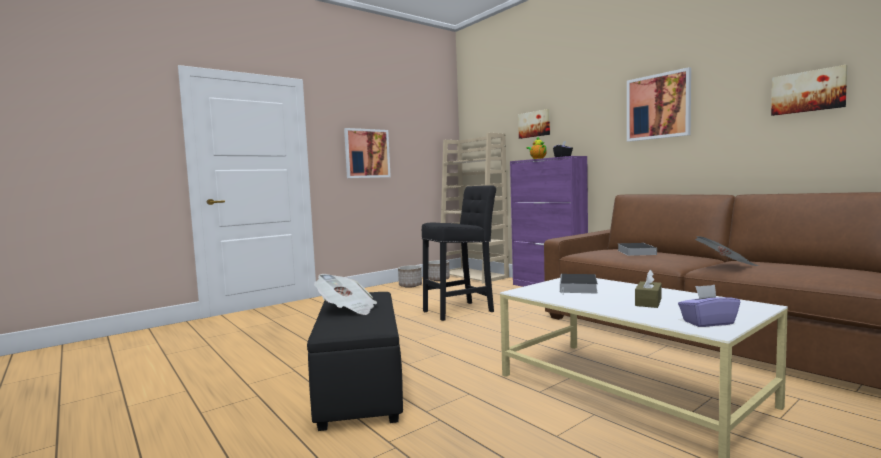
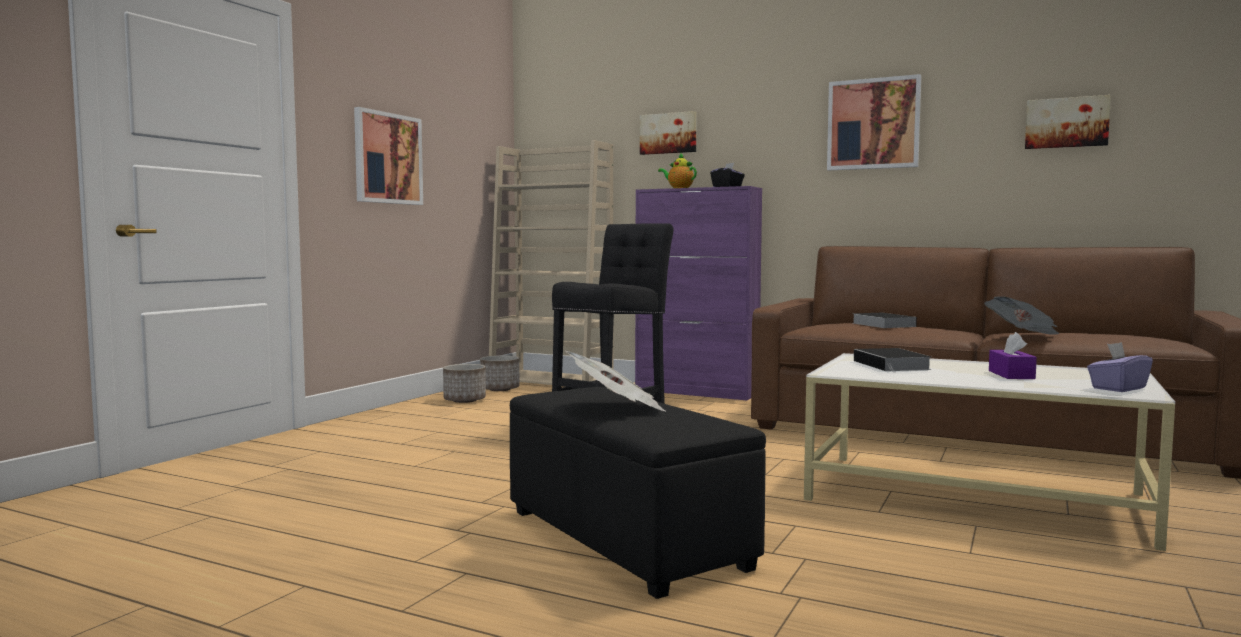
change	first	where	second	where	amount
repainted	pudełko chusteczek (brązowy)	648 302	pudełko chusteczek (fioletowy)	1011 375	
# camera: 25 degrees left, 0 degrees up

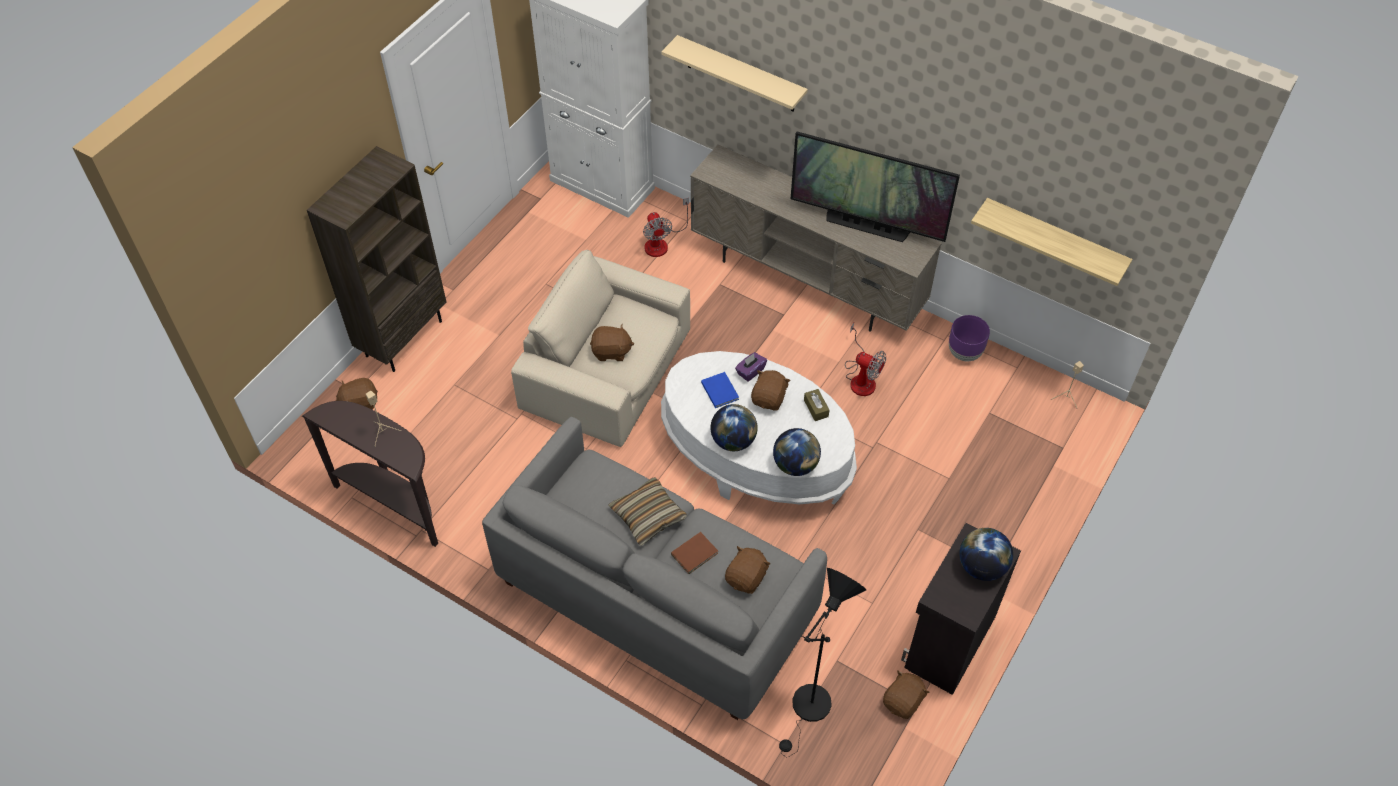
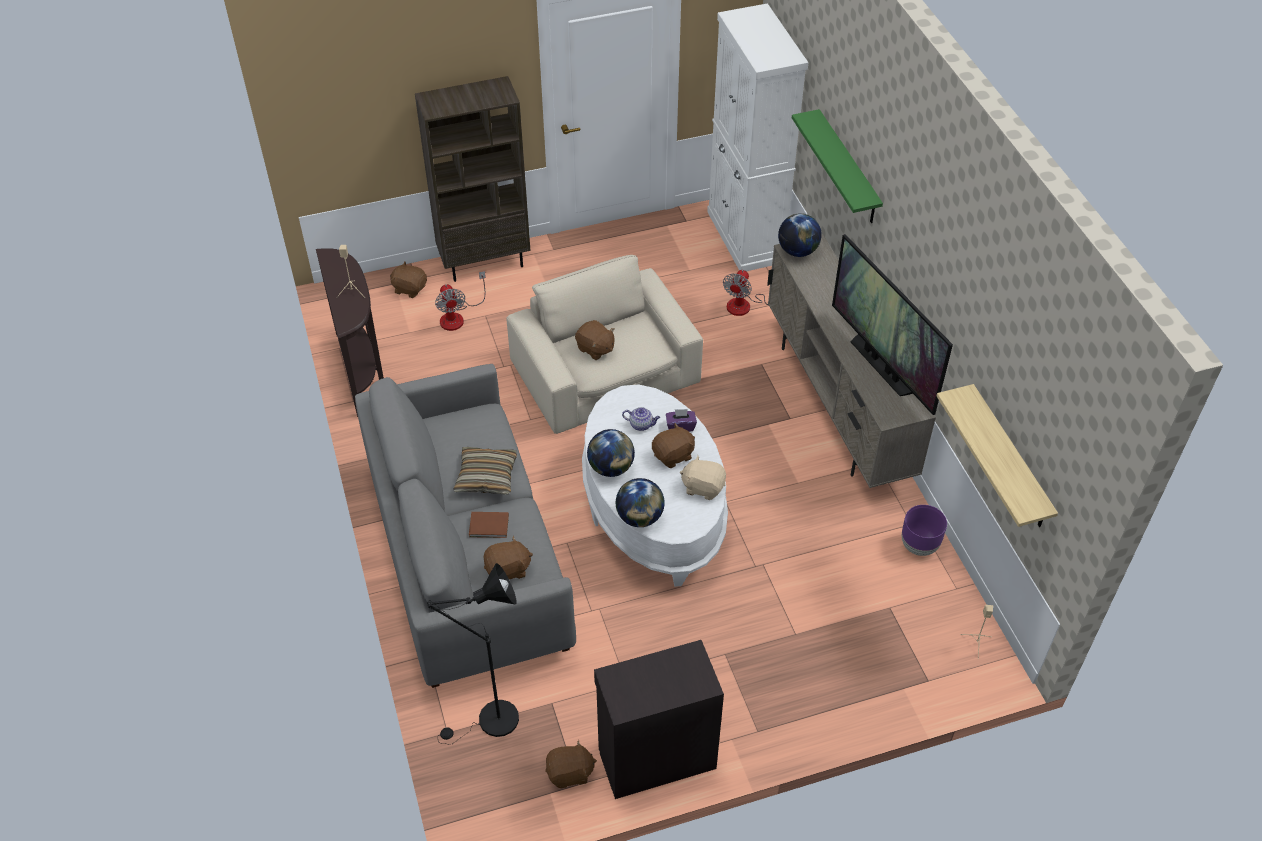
change	first	where	second	where	amount
shifted	wentylator	861 378		457 316	
swapped	książka (niebieski)	720 390	imbryk	641 425	
swapped	pudełko chusteczek (brązowy)	816 408	pluszak (beżowy)	703 487	
shifted	globus	981 567		797 251	
repainted	półka (beżowy)	741 75	półka (zielony)	848 168	
# camera: 40 degrees right, 5 degrees down

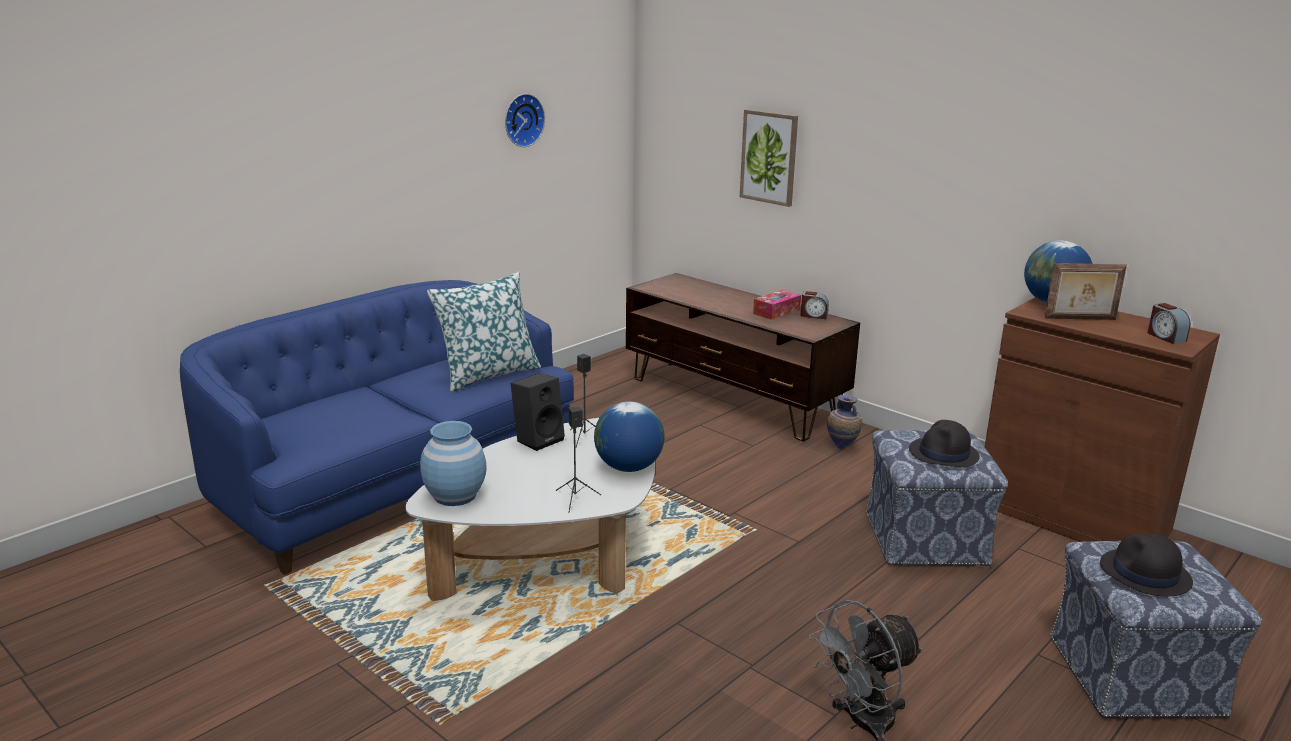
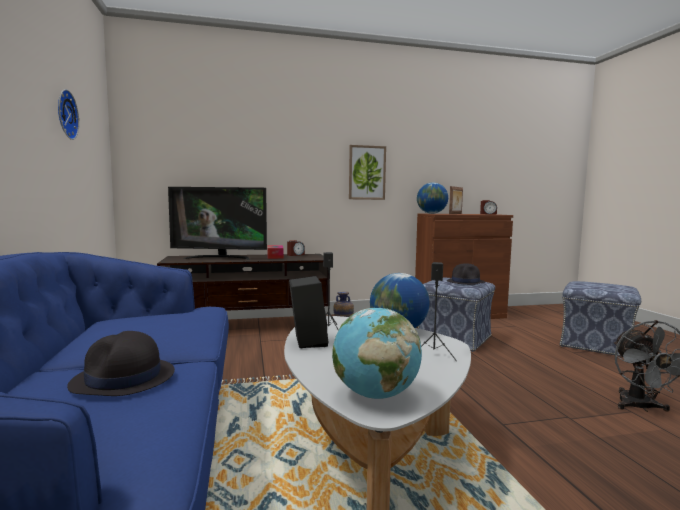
change	first	where	second	where	amount
shifted	kapelusz (czarny)	1145 574		123 379	
new			telewizor	220 258	
swapped	wazon (niebieski)	455 496	globus	375 395	
shifted	obraz	769 157		367 172	
gone	poduszka	487 374			
# camera: 55 degrees left, 15 degrees down

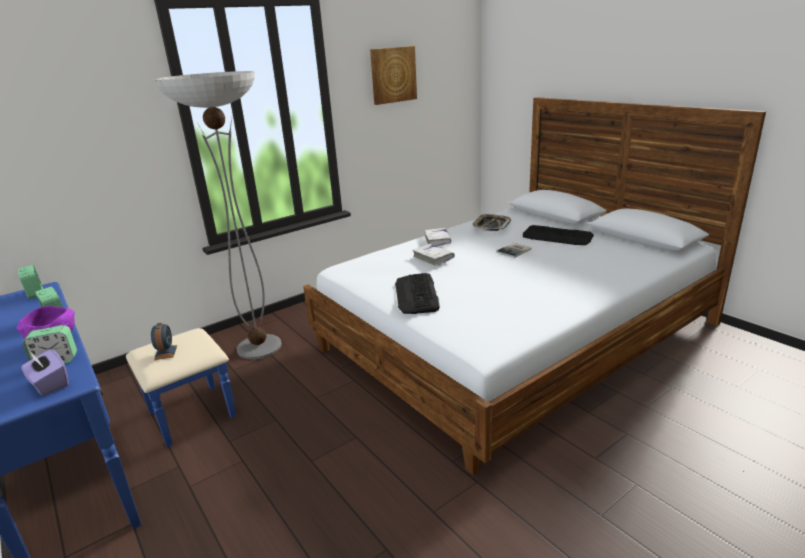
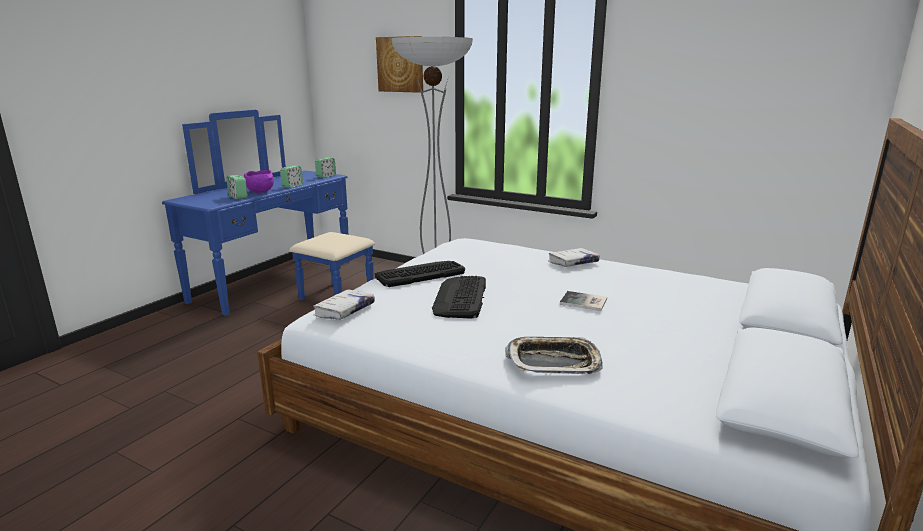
change	first	where	second	where	amount
shifted	książka (biały)	433 258		344 310	
shifted	obraz	393 75		400 64	
shifted	klawiatura	557 236		460 298	
shifted	taca	491 226		553 361	
gone	pudełko chusteczek (fioletowy)	50 384			
gone	budzik	166 352			
# camera: 65 degrees right, 5 degrees down

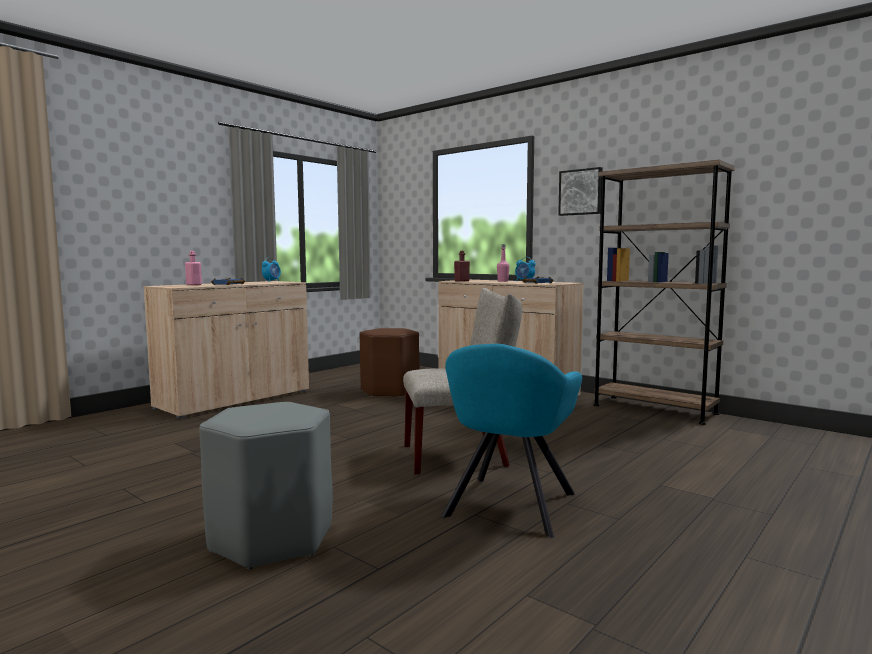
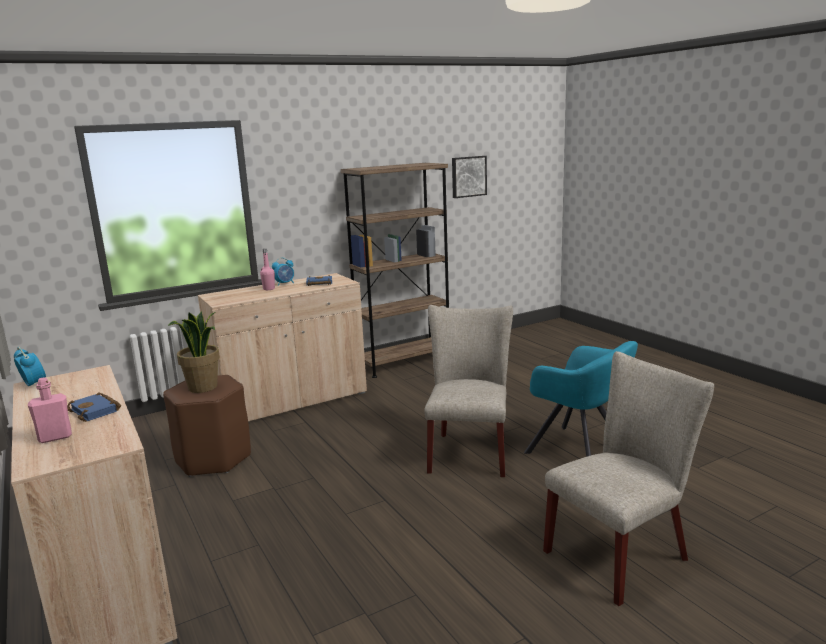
change	first	where	second	where	amount
new			roślina doniczkowa	203 387	
shifted	obraz	581 192		468 176	
swapped	stołek (szary)	271 539	krzesło (beżowy)	622 552	
gone	butelka (czerwony)	461 281			
# camera: 70 degrees left, 10 degrees up

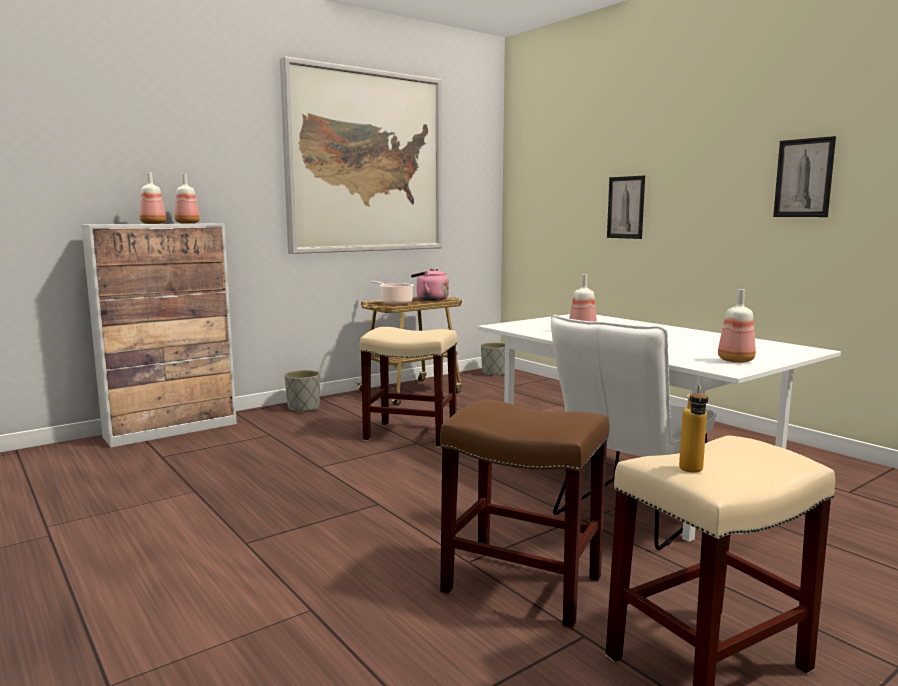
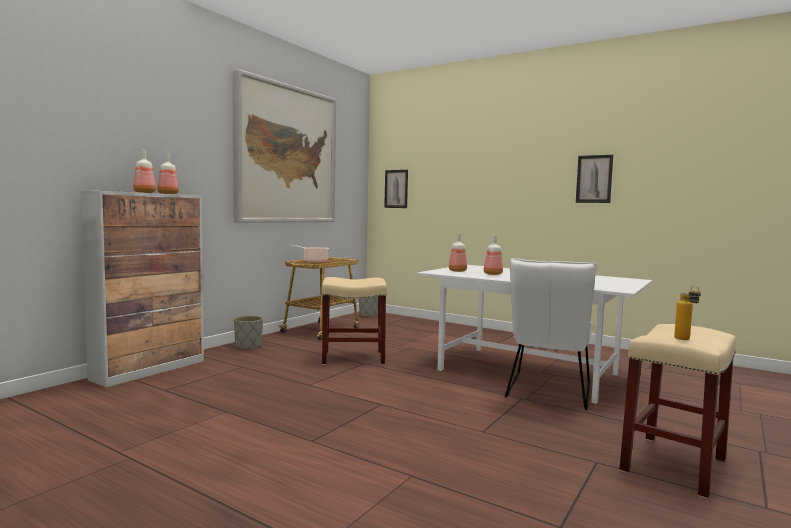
change	first	where	second	where	amount
shifted	obraz	626 207		396 189	
shifted	butelka	736 360		457 271	
gone	czajnik (różowy)	430 299			
gone	stołek (brązowy)	520 584			
# camera: 20 degrees left, 5 degrees down

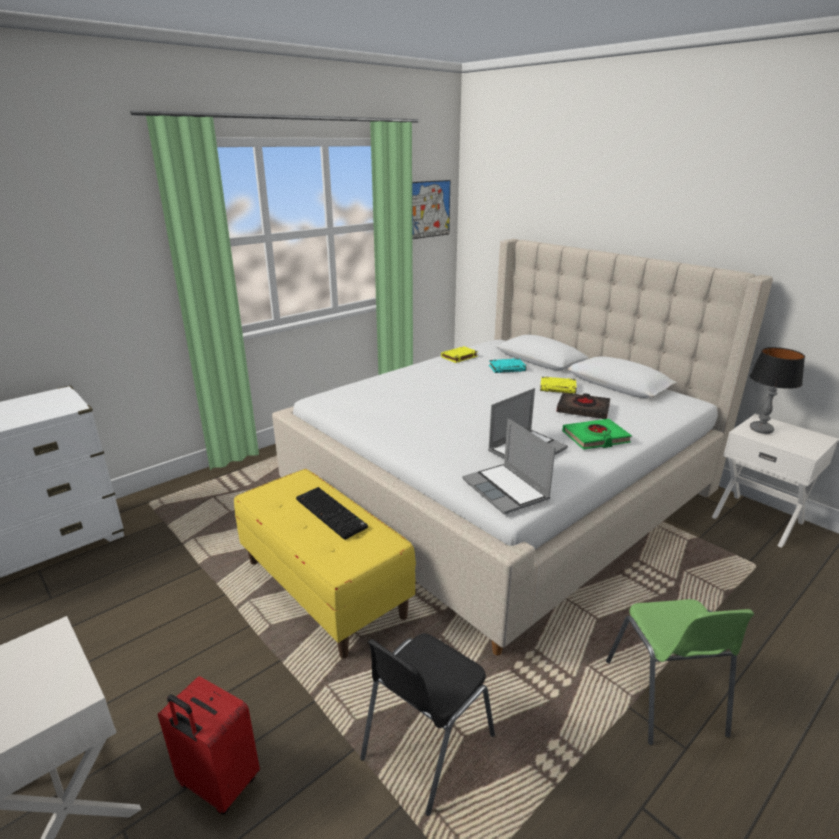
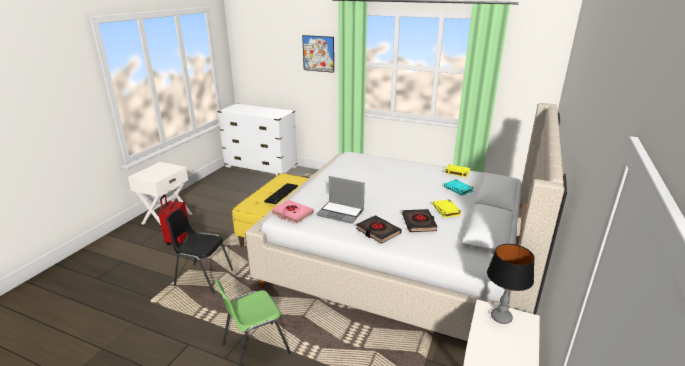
change	first	where	second	where	amount
swapped	laptop	506 490	książka (różowy)	292 214	
shifted	obraz	430 209		318 53	
repainted	książka (zielony)	595 438	książka (czarny)	378 231	
# camera: 65 degrees right, 0 degrees up

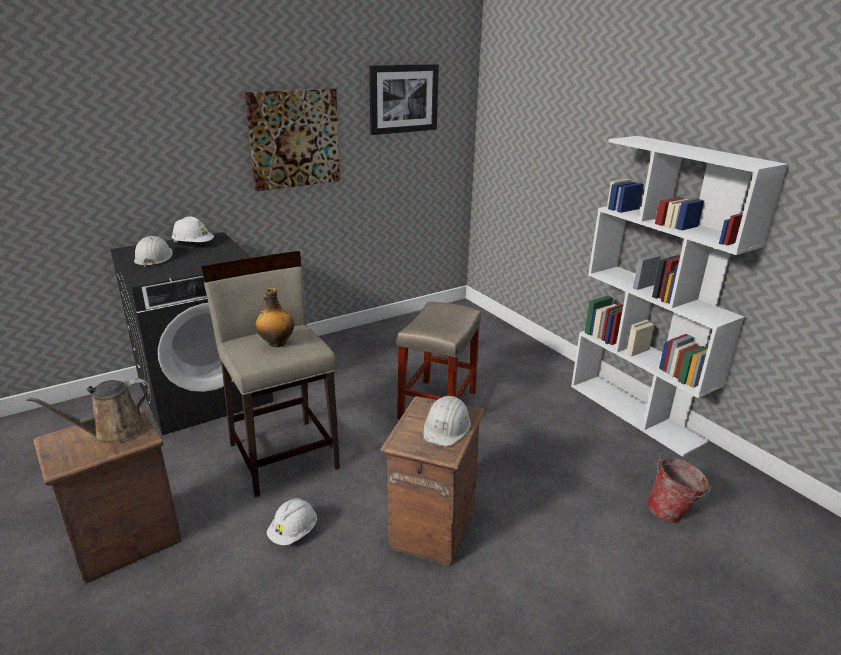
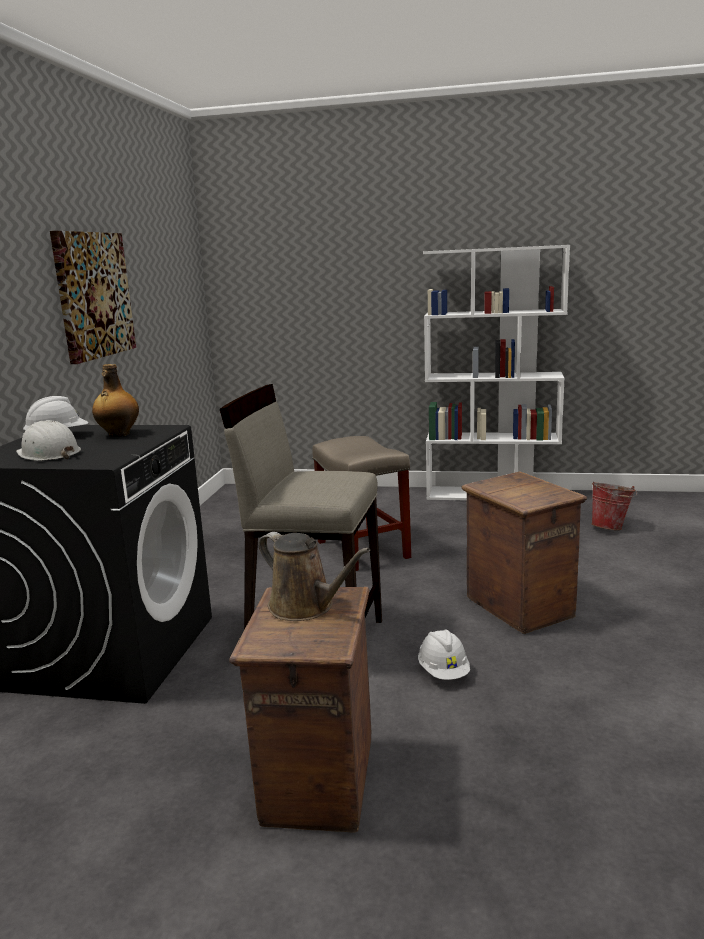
change	first	where	second	where	amount
shifted	butelka	276 343		118 434	
rotated	konewka (brązowy)	113 432		306 607	60 degrees counterclockwise
gone	obraz	403 98			
gone	kask (biały)	447 427			
# camera: 45 degrees left, 10 degrees down

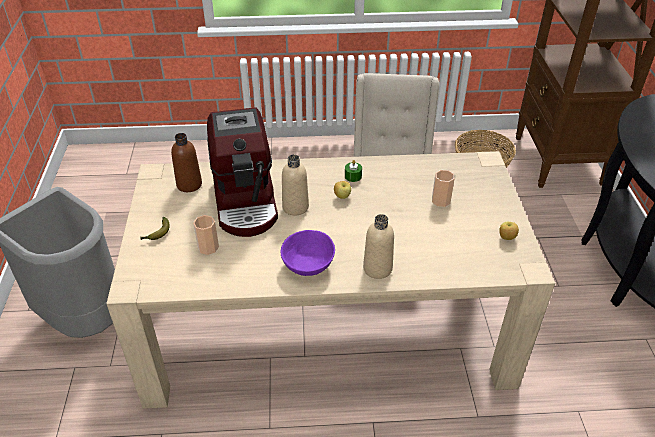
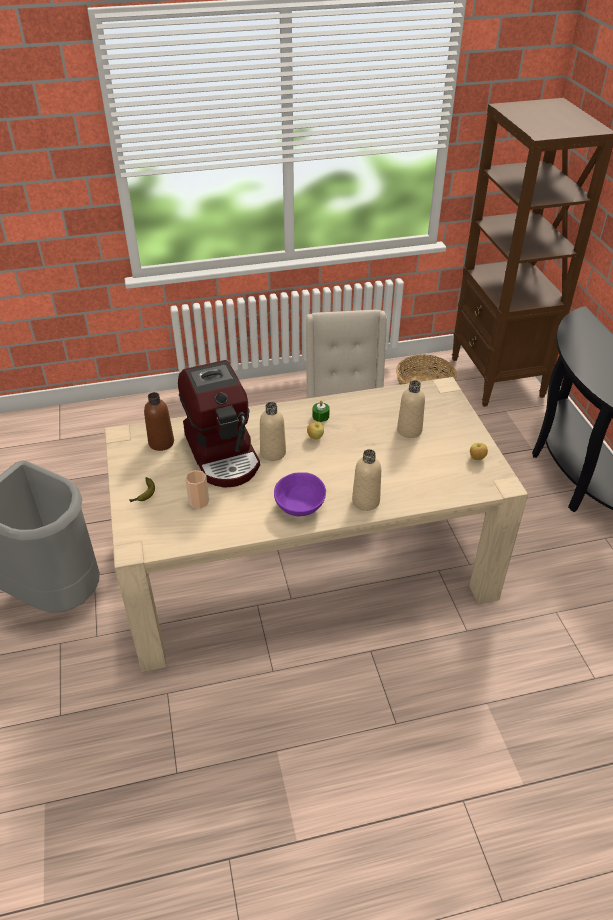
change	first	where	second	where	amount
swapped	filiżanka	441 200	butelka (beżowy)	409 430	
# camera: 10 degrees left, 0 degrees up

